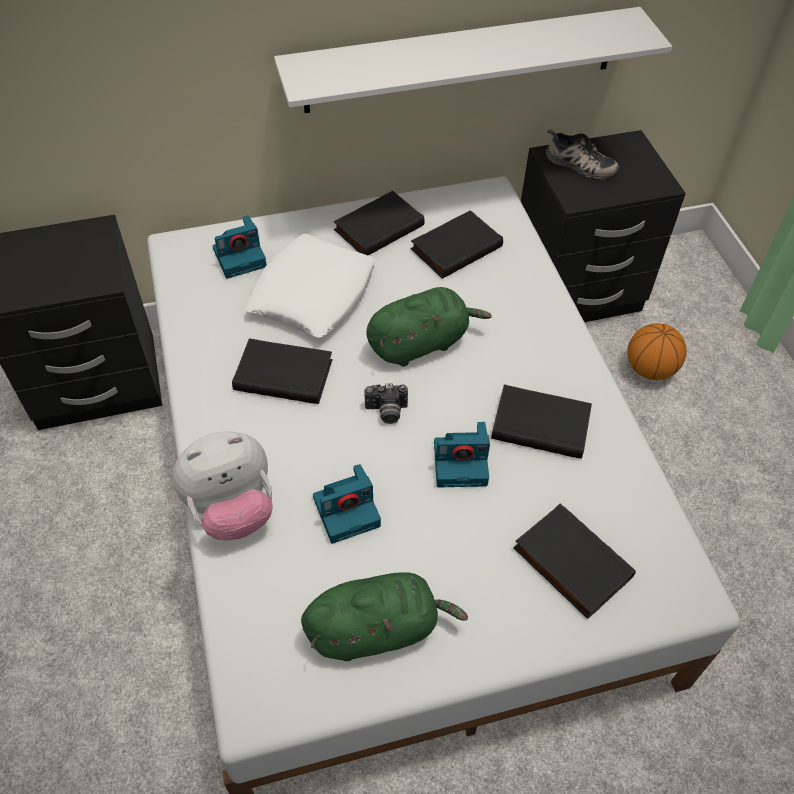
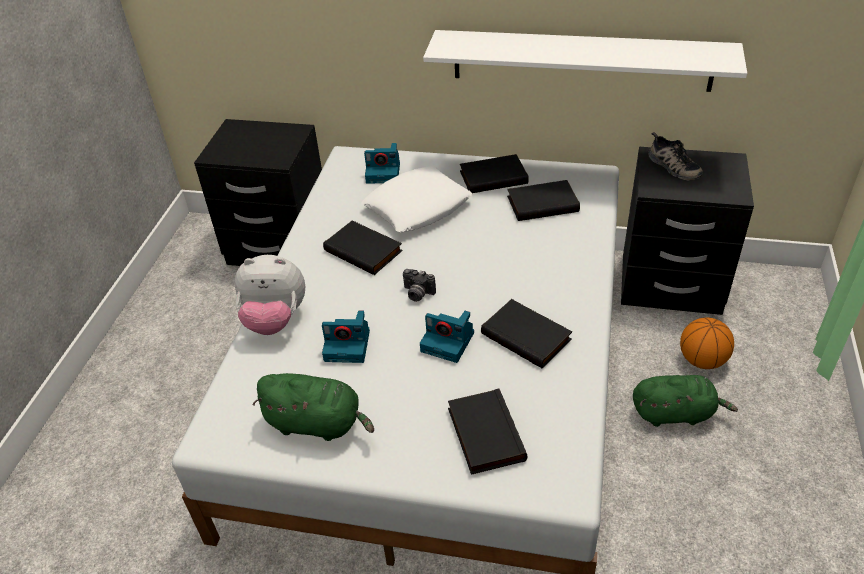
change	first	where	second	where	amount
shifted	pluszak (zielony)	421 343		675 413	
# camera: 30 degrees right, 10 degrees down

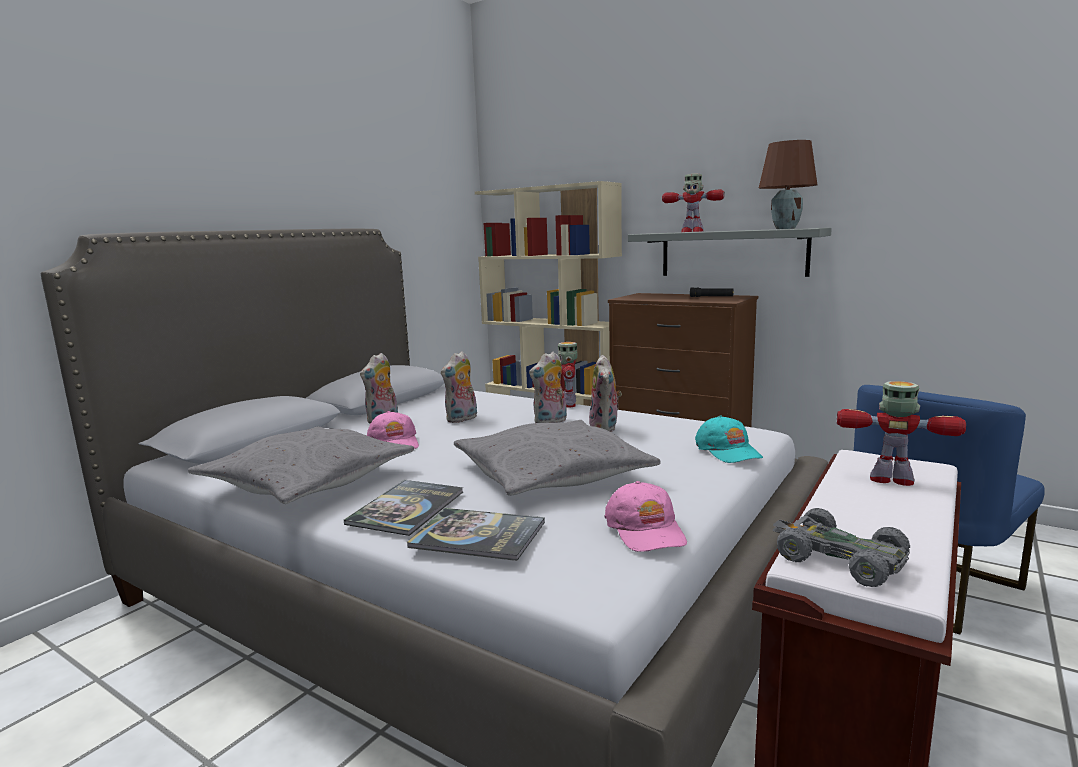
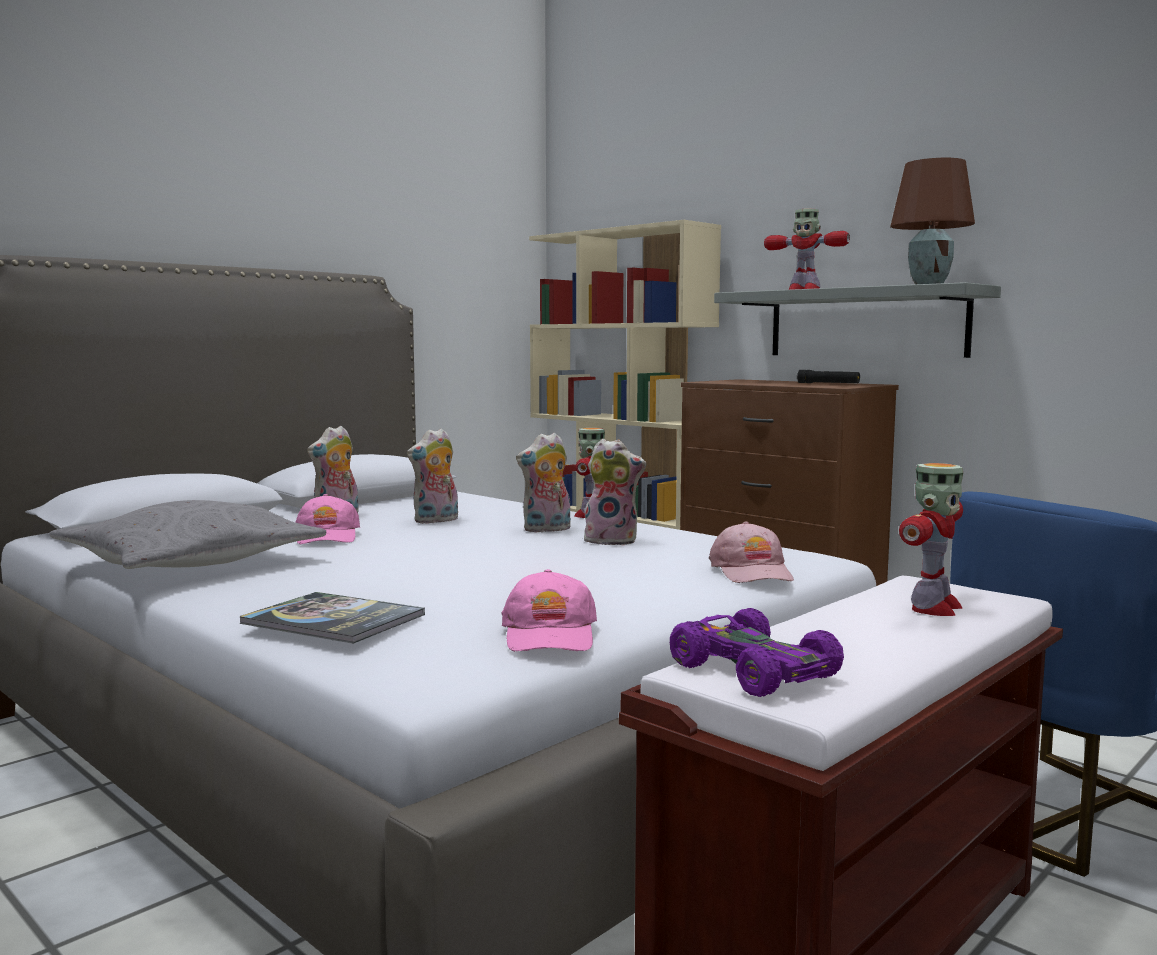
change	first	where	second	where	amount
rotated	pluszak	605 428		612 540	90 degrees counterclockwise
repainted	samochodzik (szary)	838 559	samochodzik (fioletowy)	750 670	
repainted	czapka z daszkiem (turkusowy)	728 451	czapka z daszkiem (różowy)	752 572	
rotated	robot zabawkowy	892 480		933 608	90 degrees clockwise
gone	książka	406 508			
gone	poduszka (szary)	551 475			
# camera: 10 degrees right, 5 degrees down

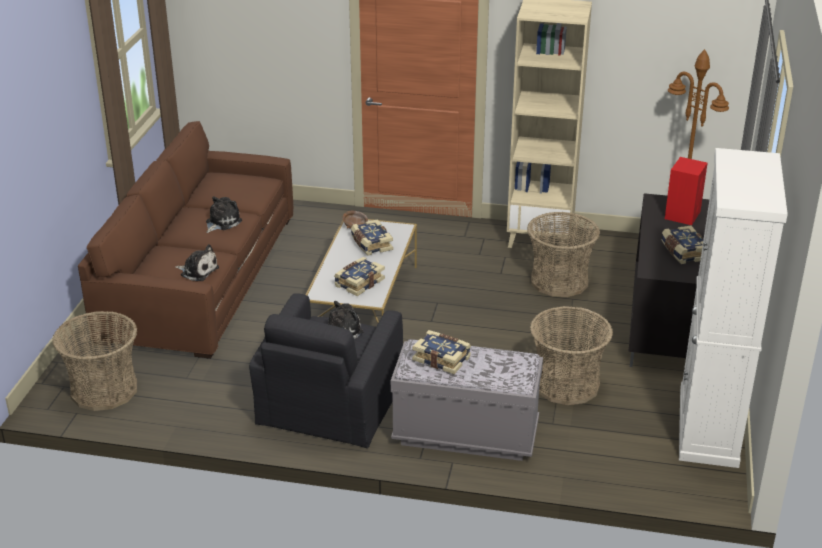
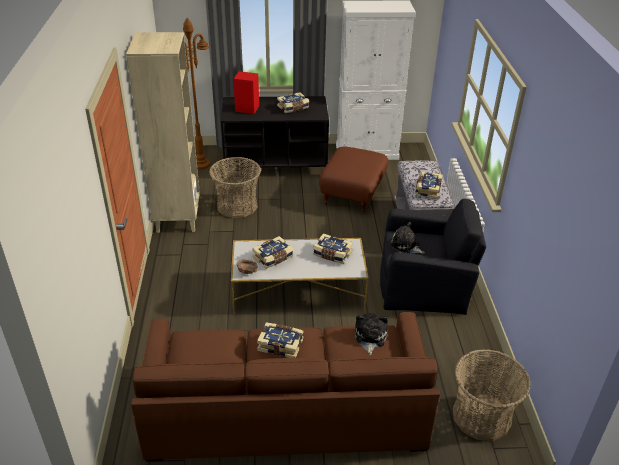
change	first	where	second	where	amount
swapped	pluszak	221 222	książka	281 344	
swapped	koszyk	566 384	pufa (brązowy)	353 195	
# camera: 105 degrees left, 5 degrees up

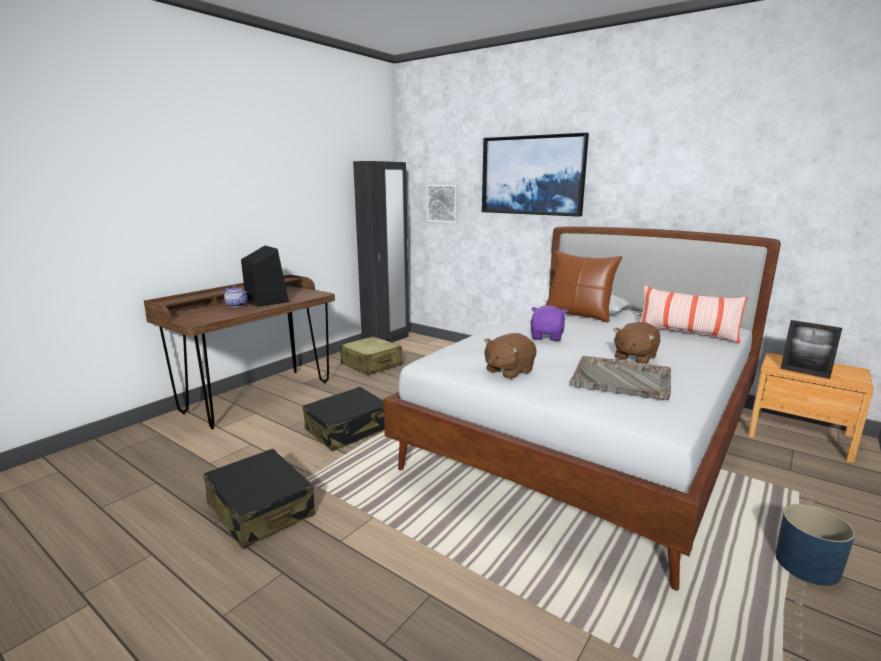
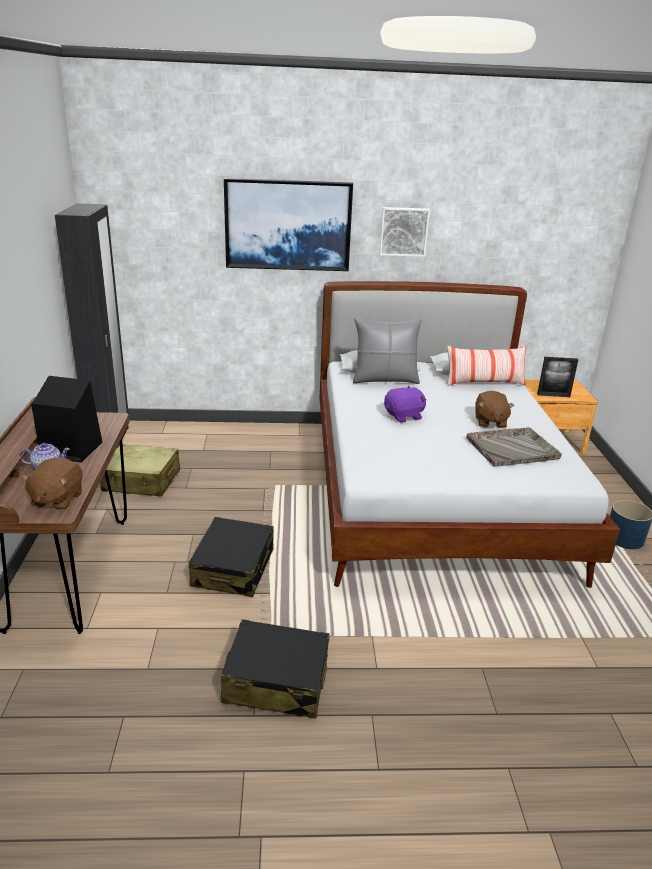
change	first	where	second	where	amount
shifted	pluszak (brązowy)	508 371		56 499	
repainted	poduszka (brązowy)	578 315	poduszka (szary)	385 380	
shifted	obraz	443 203		403 231	
rotated	pluszak (fioletowy)	547 337		404 416	90 degrees clockwise
# camera: 40 degrees left, 10 degrees up

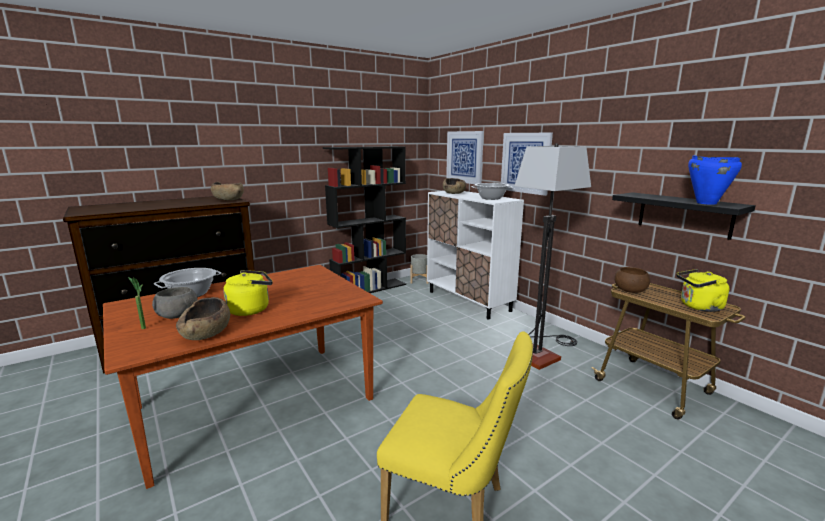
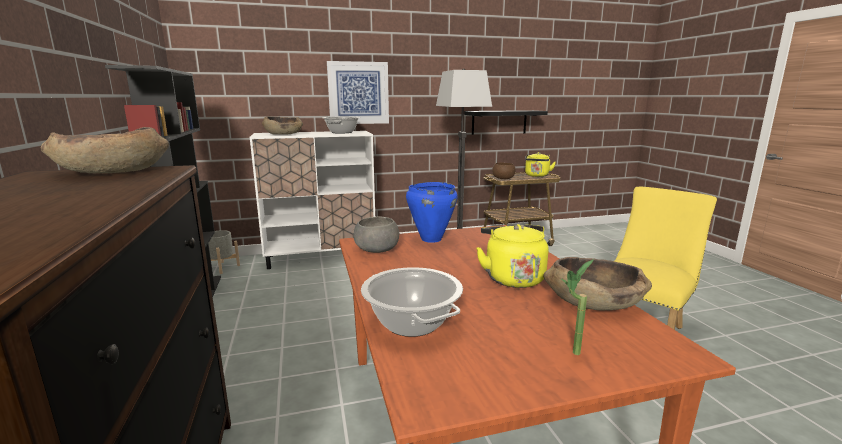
change	first	where	second	where	amount
shifted	miska (szary)	178 315		376 249	
shifted	garnek (niebieski)	706 203		430 239	
gone	obraz	464 157			
# camera: 70 degrees left, 0 degrees up

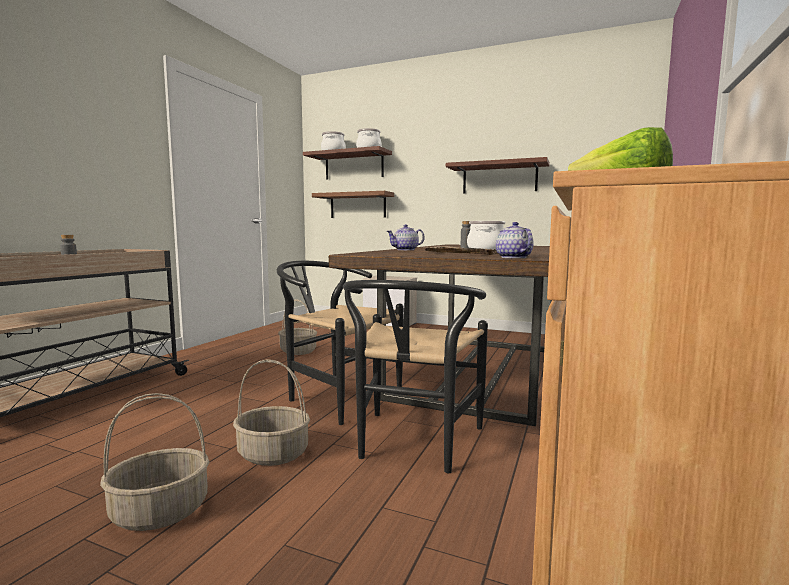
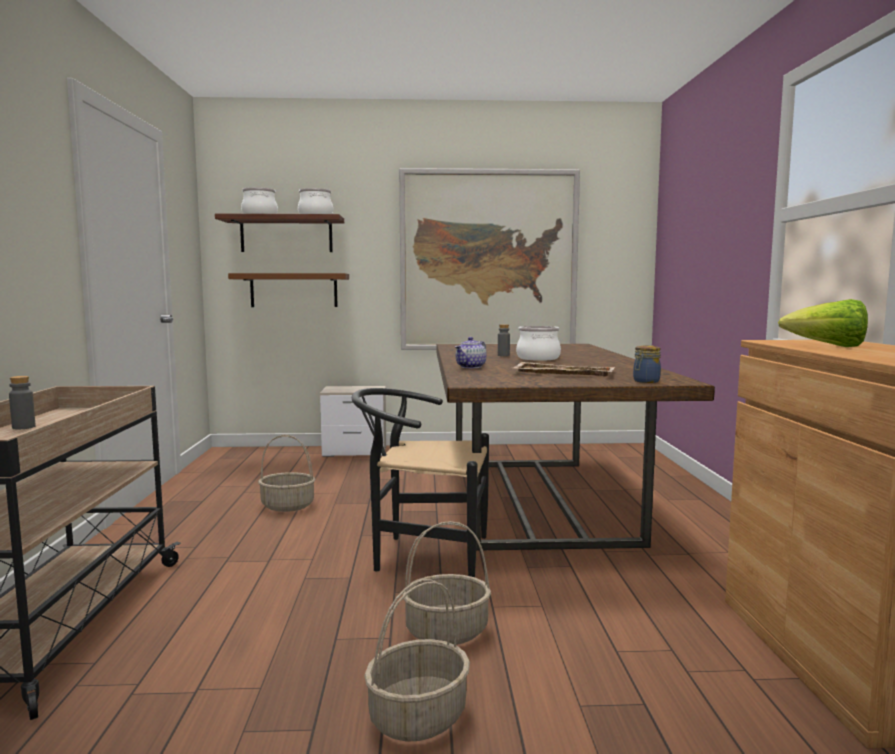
change	first	where	second	where	amount
swapped	półka	499 178	obraz	488 261	
swapped	imbryk	513 257	słoik	645 381	
gone	krzesło (czarny)	413 445			
# camera: 25 degrees left, 0 degrees up

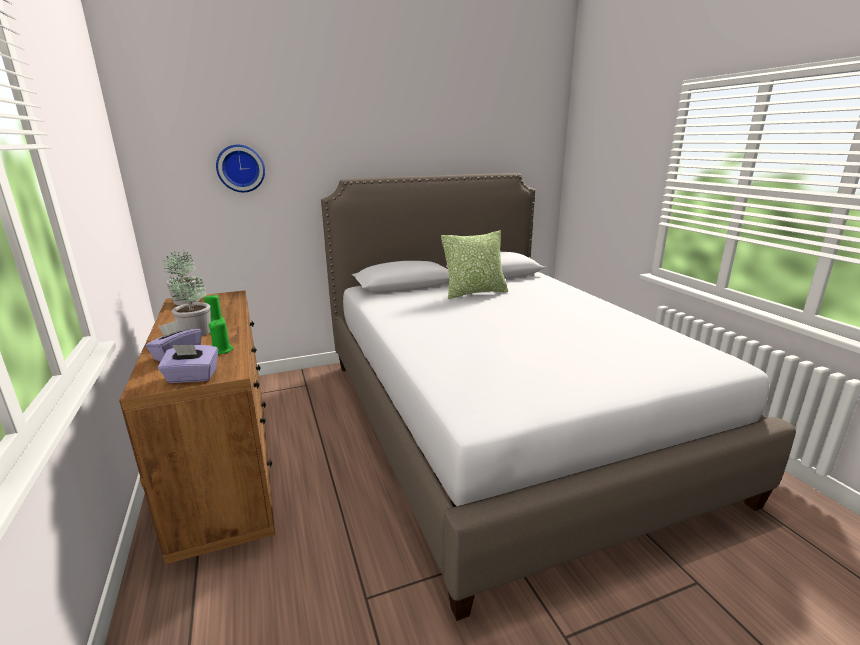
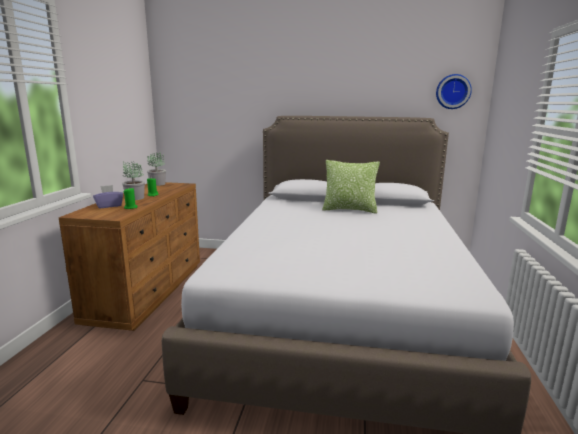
change	first	where	second	where	amount
shifted	zegar ścienny	240 168		452 91	
gone	pudełko chusteczek (fioletowy)	192 377			
# camera: 30 degrees right, 5 degrees down

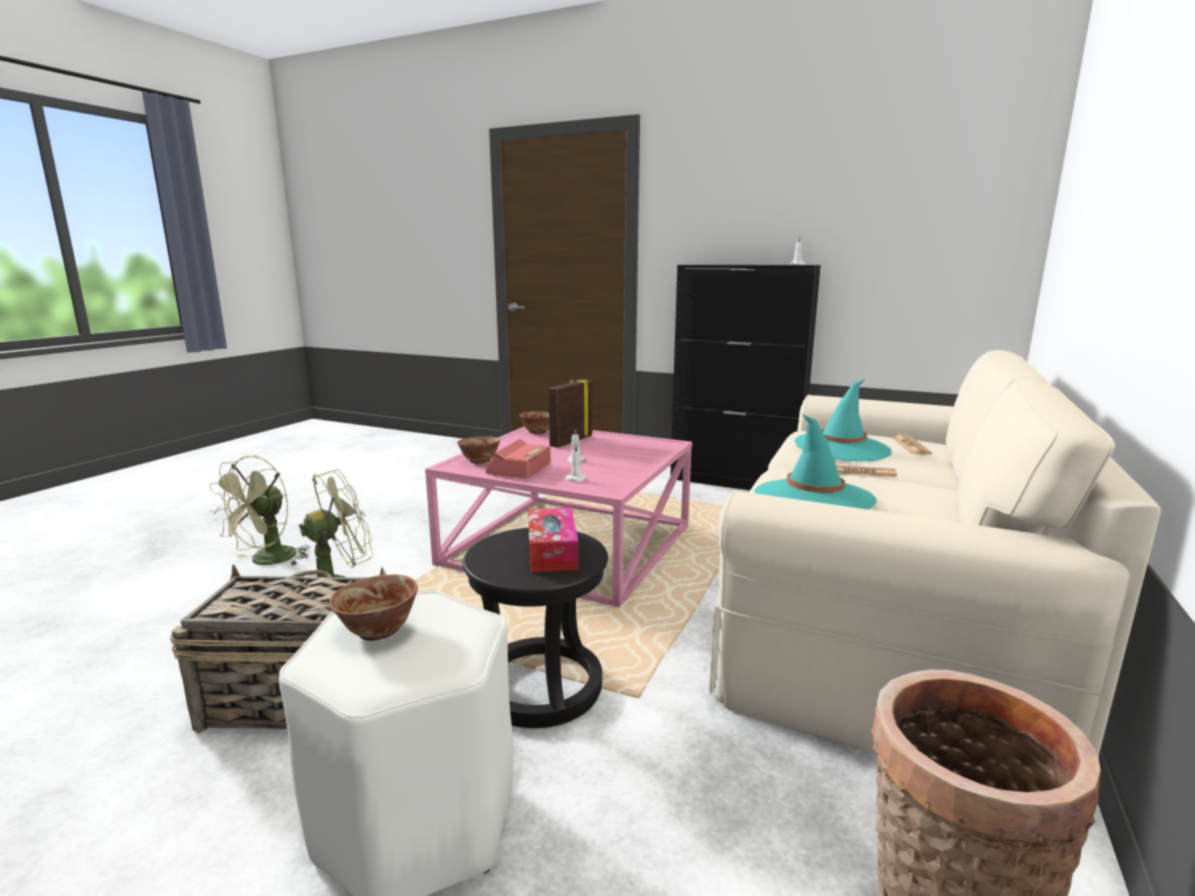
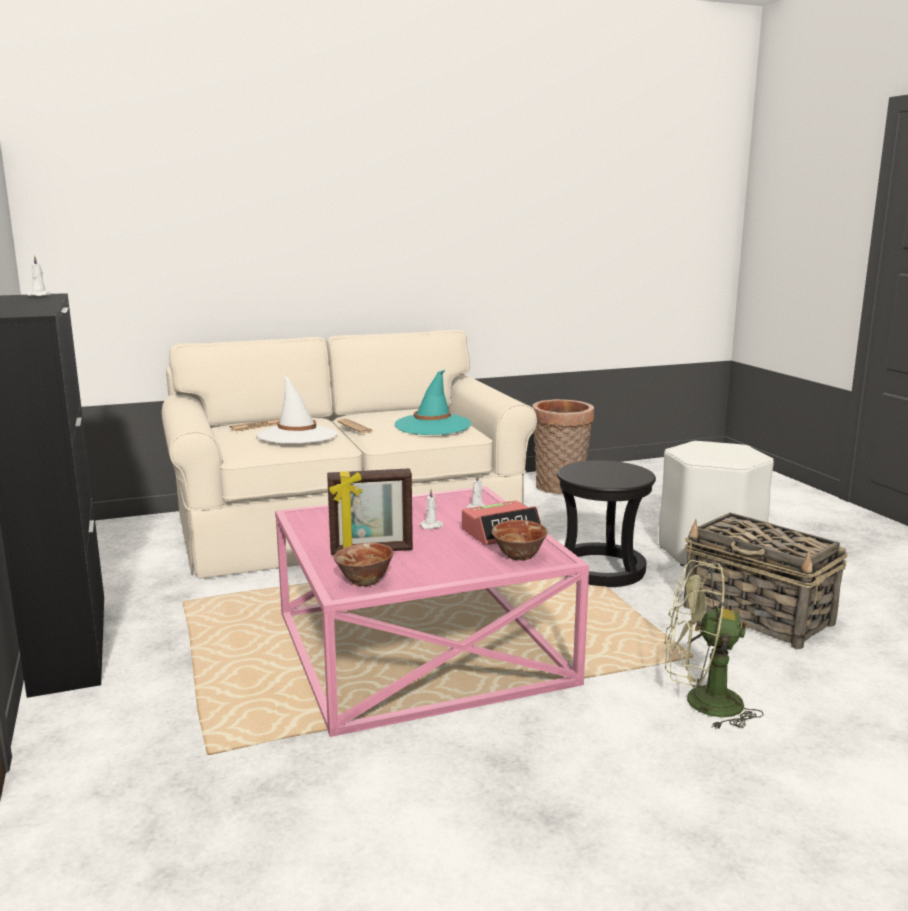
change	first	where	second	where	amount
repainted	kapelusz (turkusowy)	842 448	kapelusz (biały)	297 435	
gone	wentylator (zielony)	267 561			
gone	miska	378 631			
gone	pudełko chusteczek	552 551			
# camera: 135 degrees left, 0 degrees up

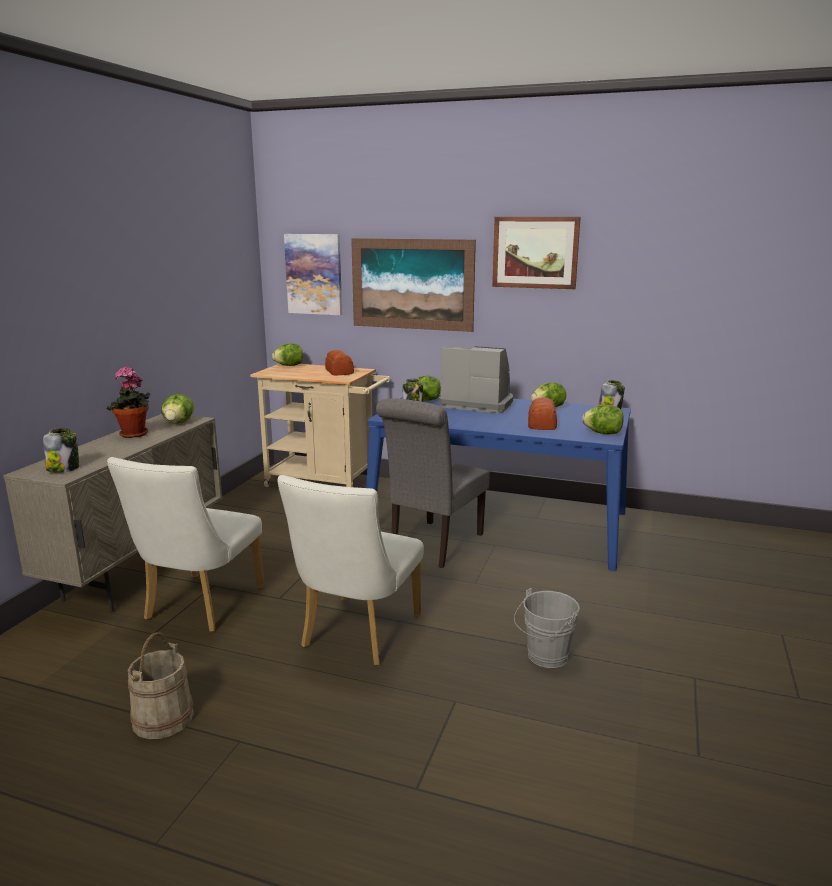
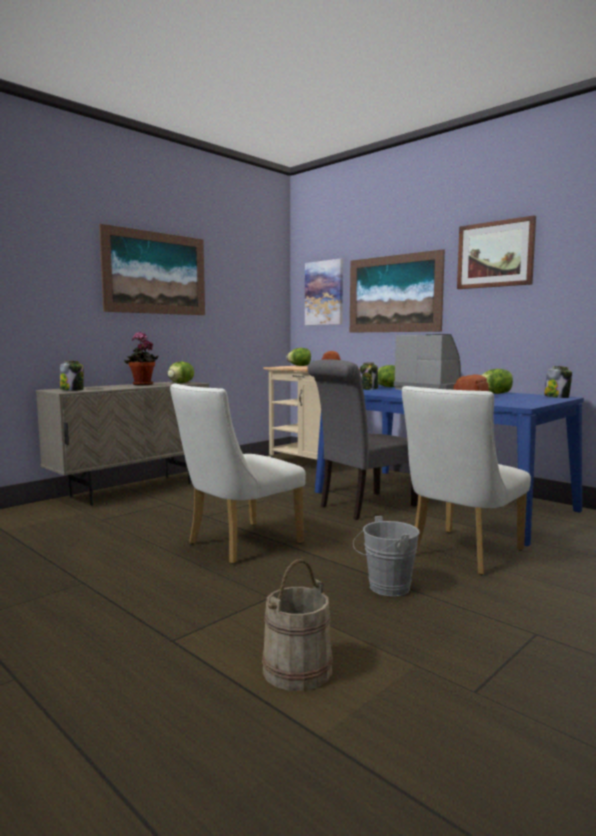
change	first	where	second	where	amount
new			obraz	155 273	
shifted	wiadro (beżowy)	163 718		297 670	
shifted	krzesło (biały)	199 607		460 554	
gone	sałata	603 433			
# camera: 25 degrees right, 10 degrees down

